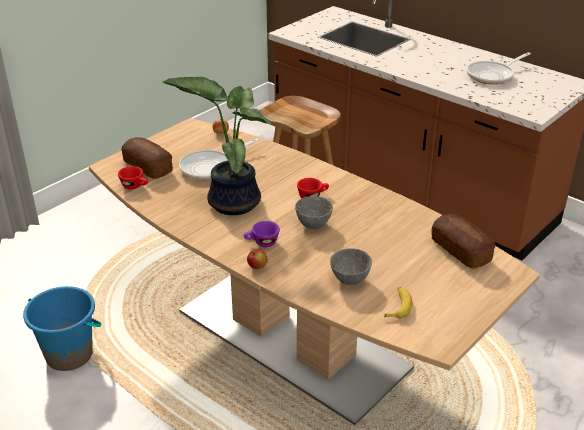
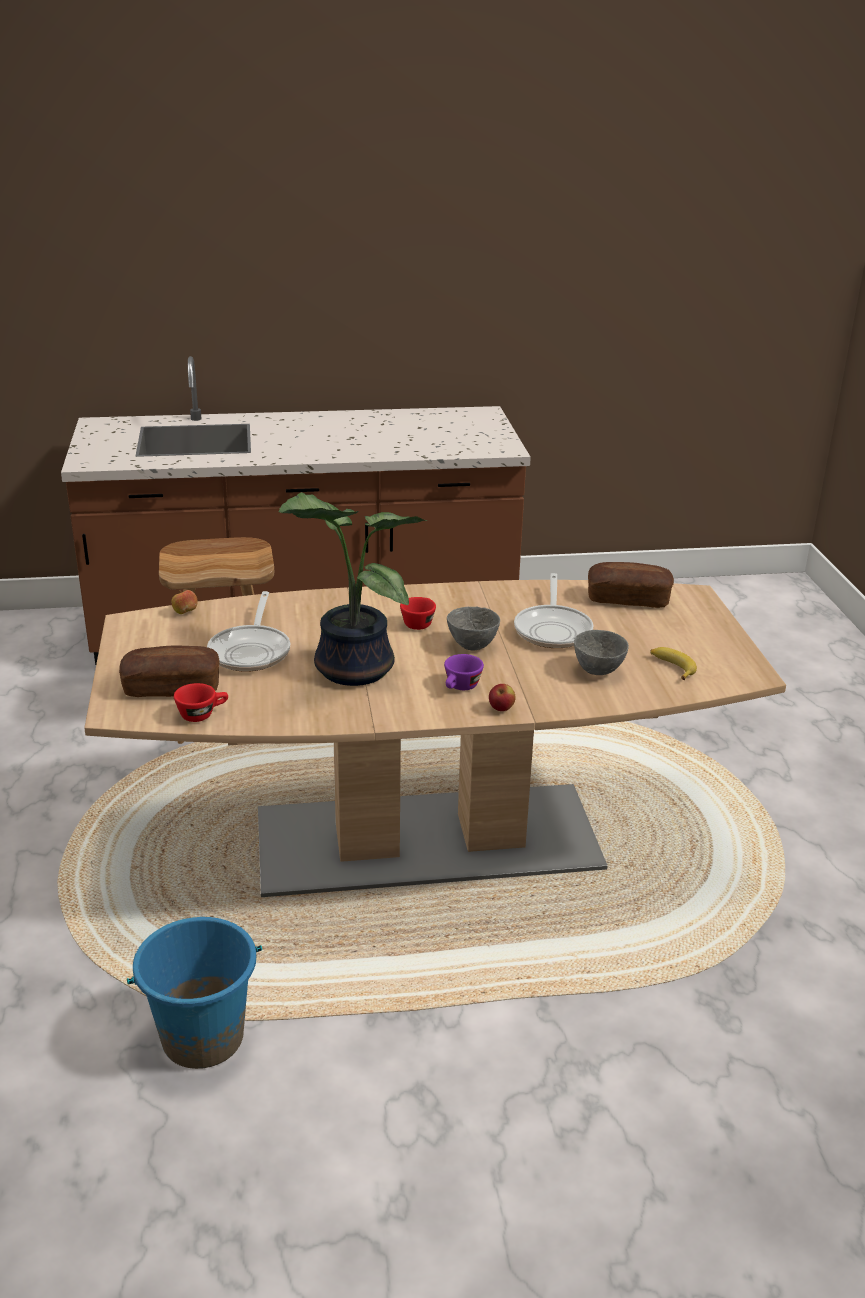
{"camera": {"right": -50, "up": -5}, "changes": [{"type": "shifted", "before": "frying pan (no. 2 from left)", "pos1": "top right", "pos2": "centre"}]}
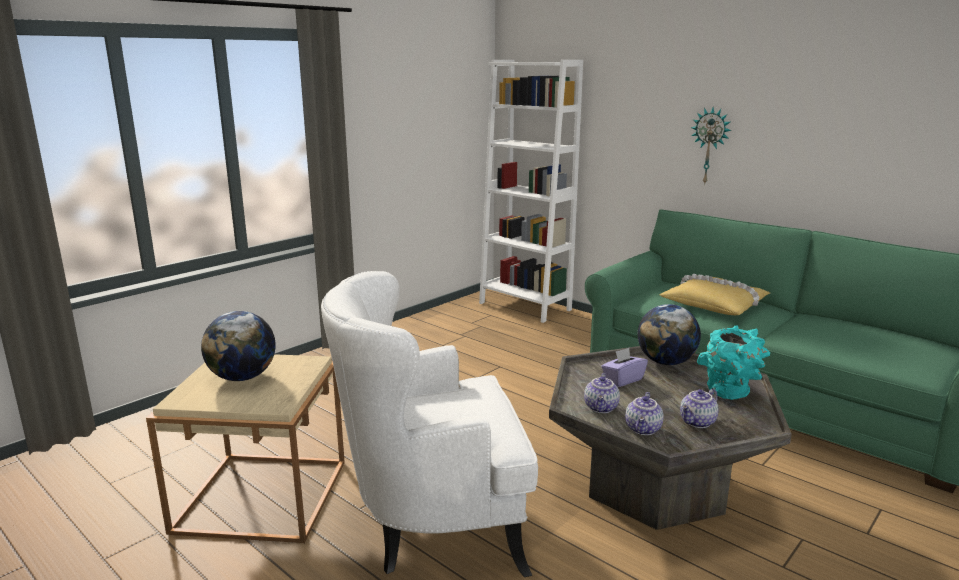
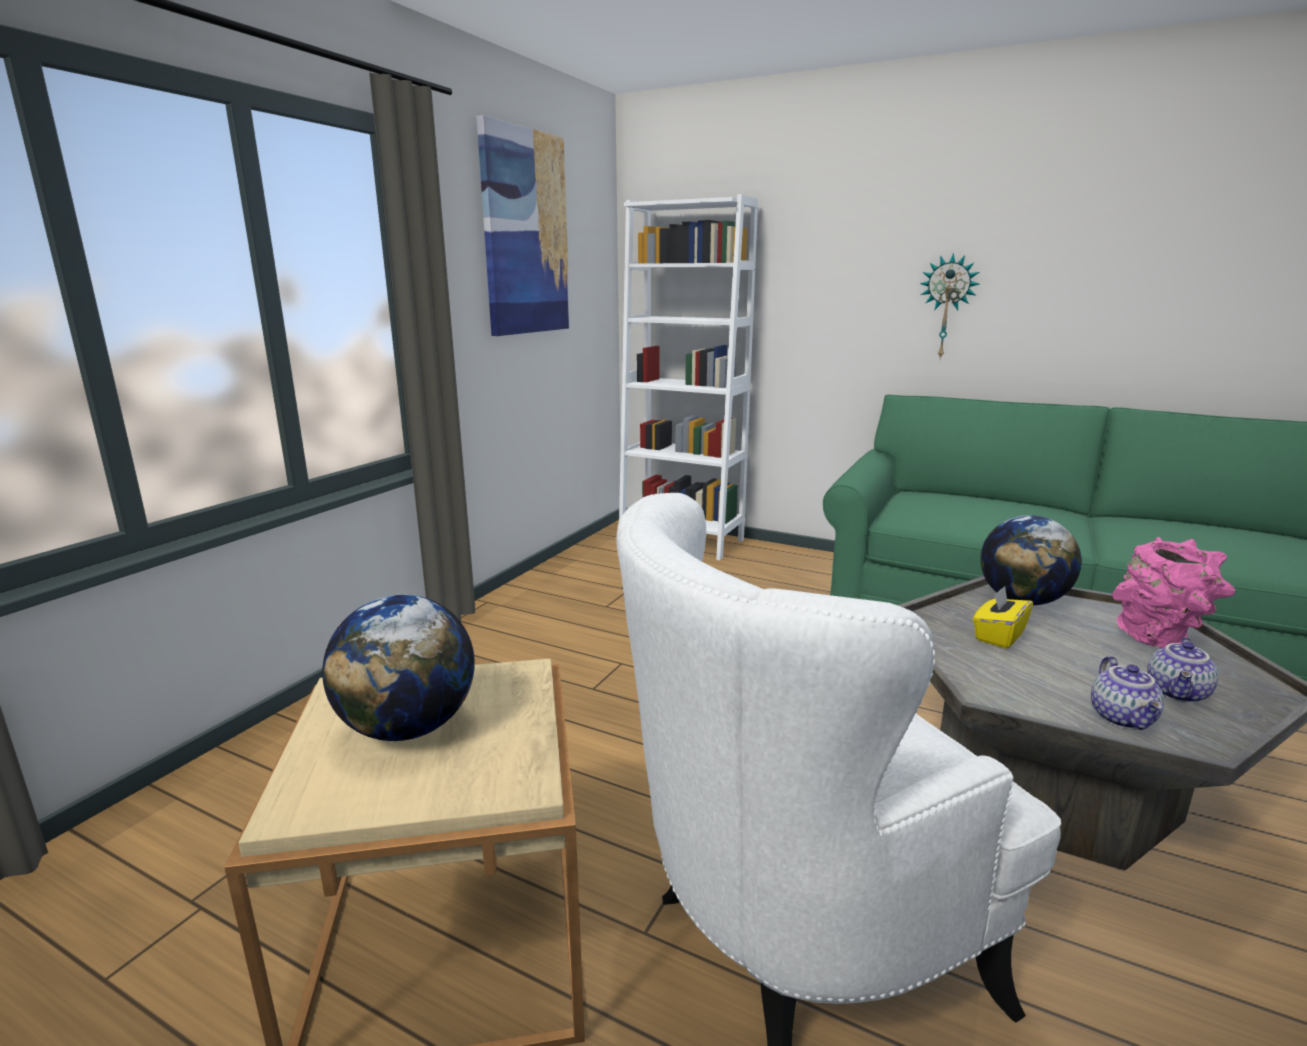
{"camera": {"right": -15, "up": 0}, "changes": [{"type": "new", "after": "wall picture", "pos2": "top centre"}, {"type": "repainted", "before": "purple tissue holder", "after": "yellowish tissue holder", "pos1": "centre", "pos2": "middle right"}, {"type": "repainted", "before": "blue-green decorative vase", "after": "pink decorative vase", "pos1": "middle right", "pos2": "middle right"}, {"type": "gone", "before": "tea pot (no. 1 from left)", "pos1": "bottom centre"}, {"type": "gone", "before": "yellowish pillow", "pos1": "middle right"}]}
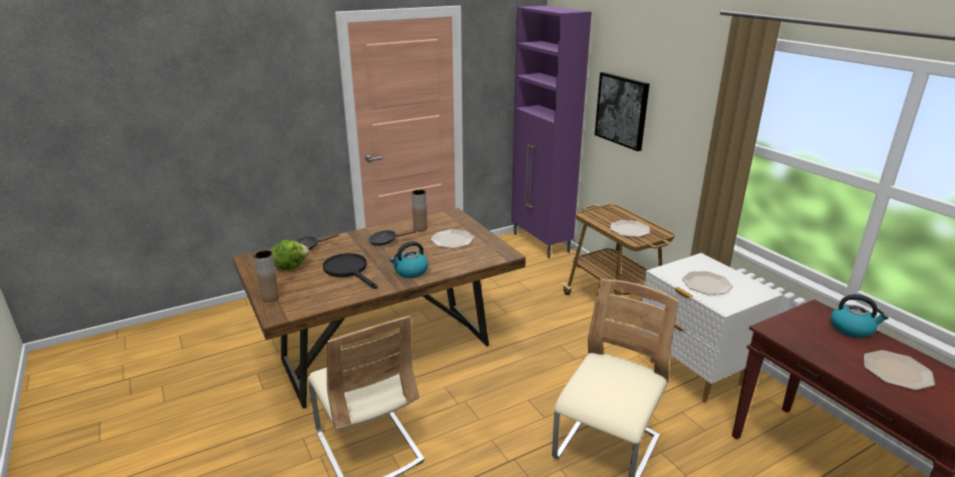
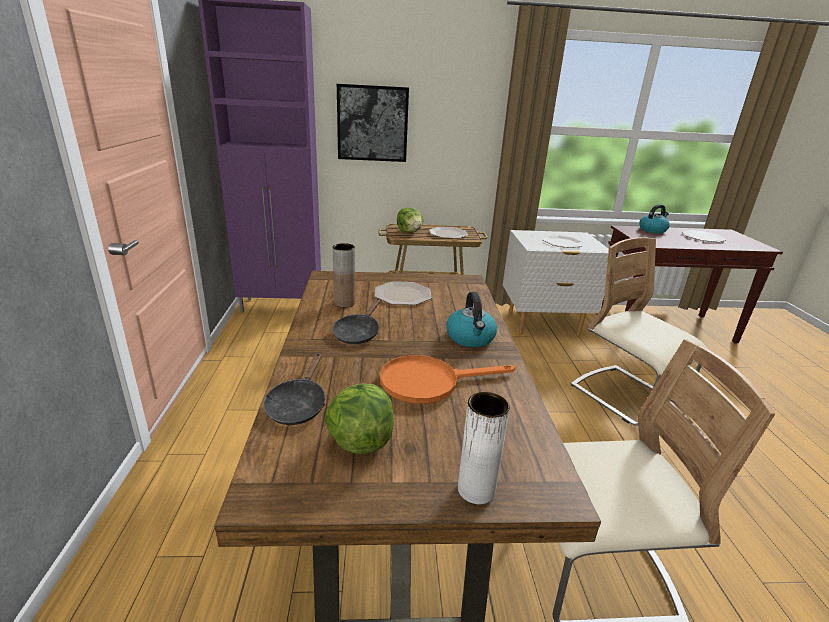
{"camera": {"right": -65, "up": 0}, "changes": [{"type": "repainted", "before": "black-coloured frying pan (no. 2 from left)", "after": "orange frying pan", "pos1": "centre", "pos2": "centre"}, {"type": "new", "after": "head of lettuce (no. 2 from left)", "pos2": "centre"}, {"type": "repainted", "before": "brown decorative vase (no. 1 from left)", "after": "whitish decorative vase", "pos1": "middle left", "pos2": "bottom centre"}]}
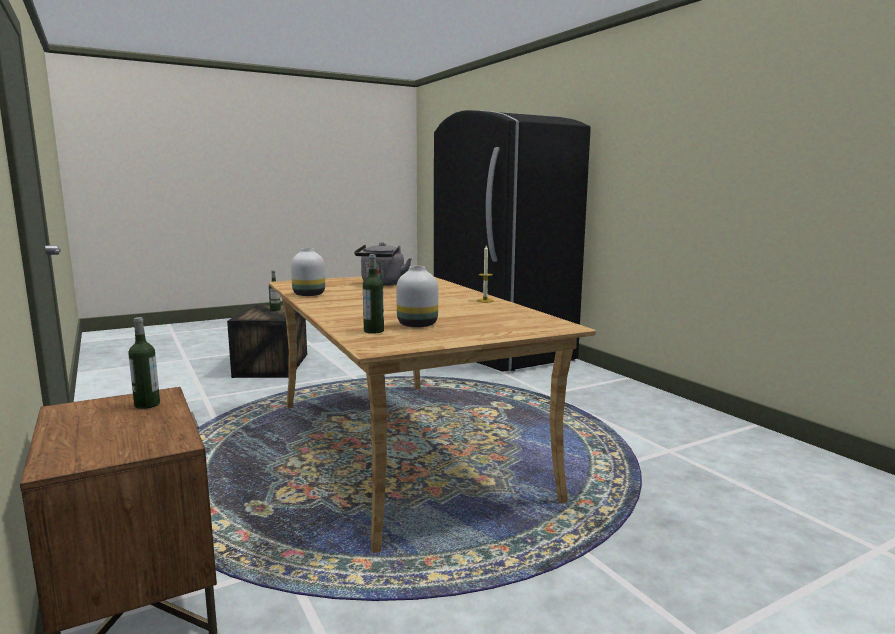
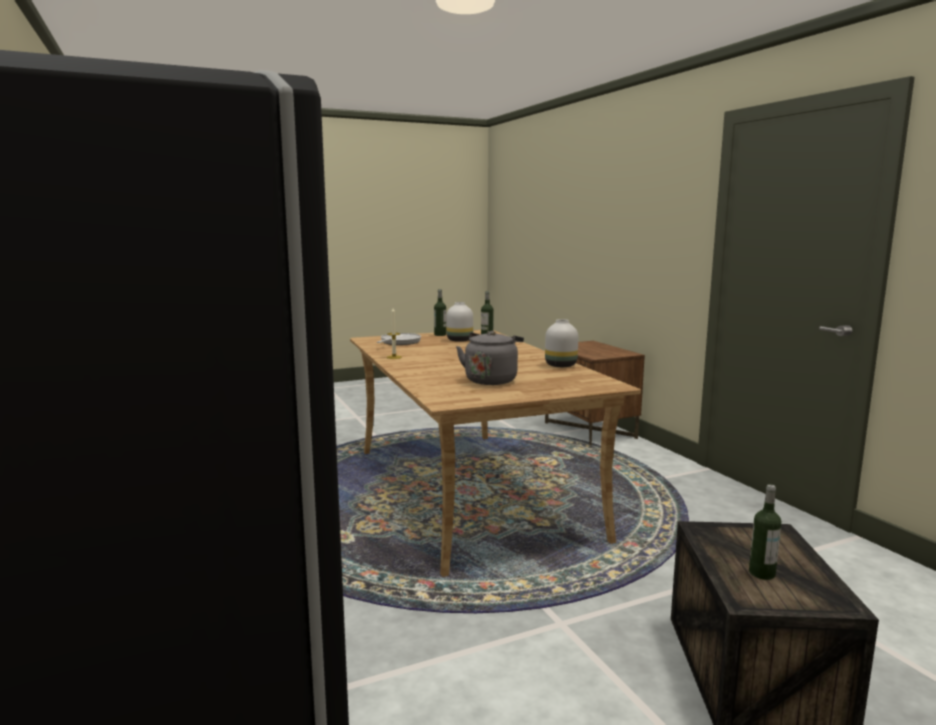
{"camera": {"right": -175, "up": 0}, "changes": [{"type": "new", "after": "frying pan", "pos2": "centre"}, {"type": "shifted", "before": "drink bottle (no. 1 from left)", "pos1": "middle left", "pos2": "centre"}]}
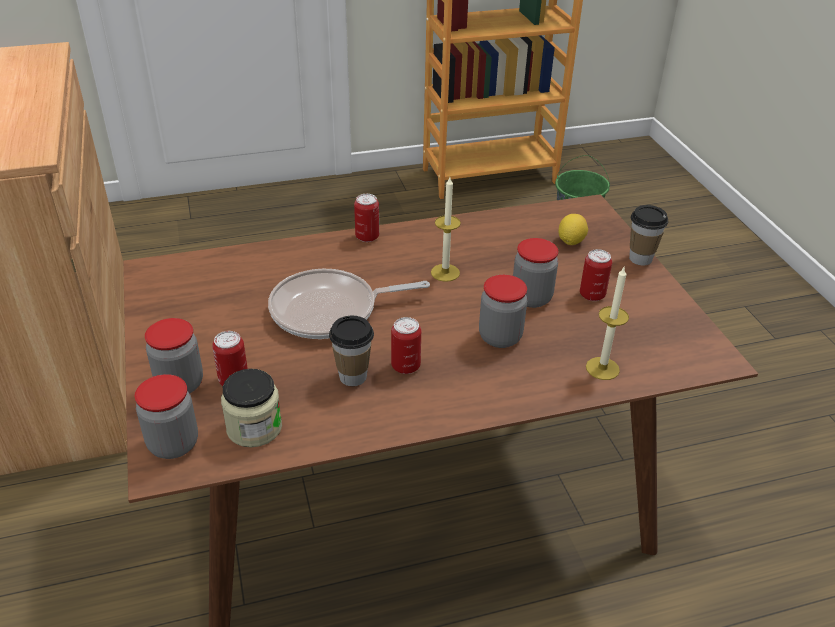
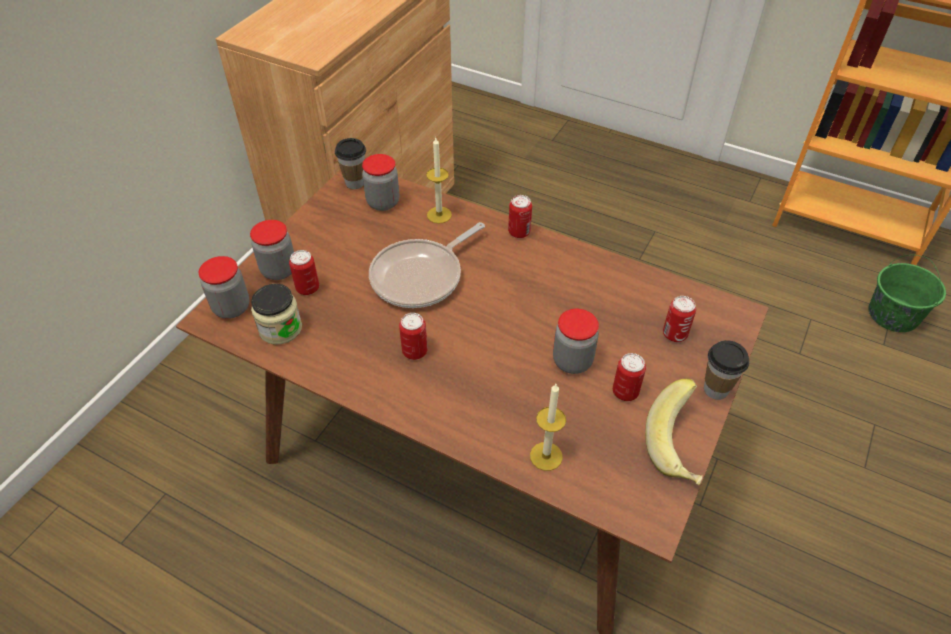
{"camera": {"right": 45, "up": 10}, "changes": [{"type": "shifted", "before": "cup (no. 1 from left)", "pos1": "centre", "pos2": "top centre"}, {"type": "shifted", "before": "storage jar (no. 4 from left)", "pos1": "centre", "pos2": "top centre"}, {"type": "rotated", "before": "frying pan", "pos1": "centre", "pos2": "centre", "turn": -75}, {"type": "shifted", "before": "wax candle (no. 1 from left)", "pos1": "centre", "pos2": "top centre"}, {"type": "new", "after": "whole banana", "pos2": "bottom right"}, {"type": "swapped", "before": "citrus fruit", "after": "metal can (no. 5 from left)", "pos1": "middle right", "pos2": "middle right"}]}
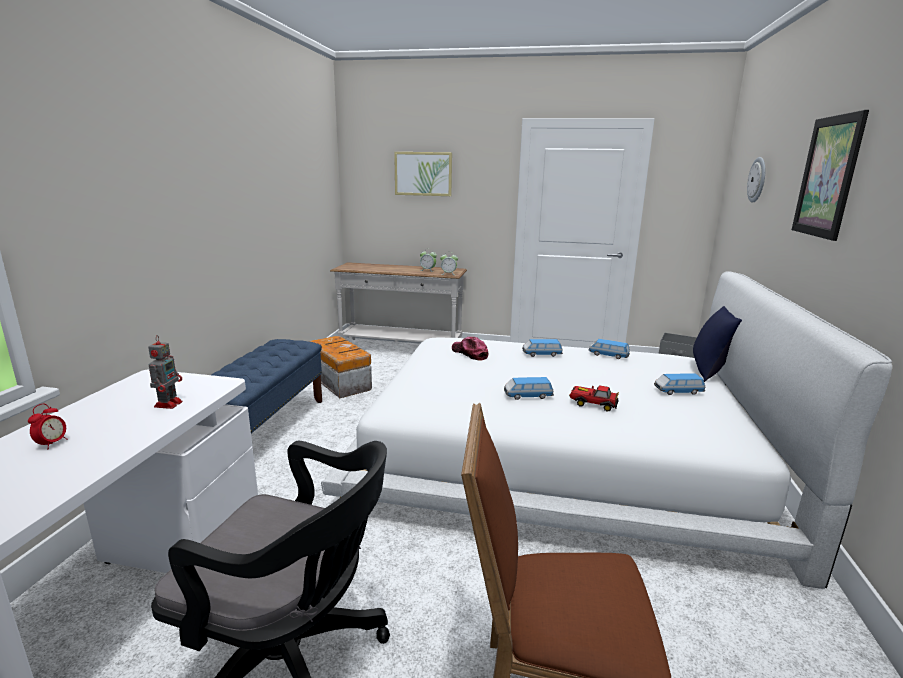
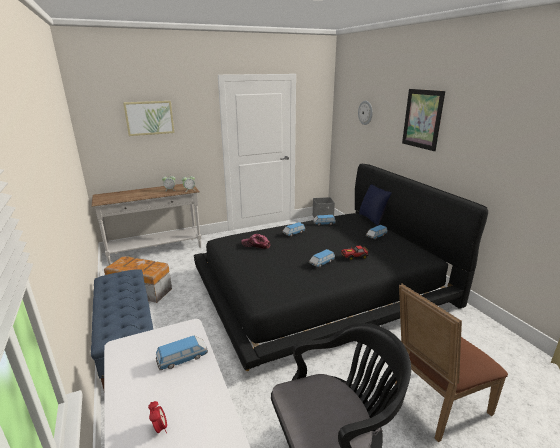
{"camera": {"right": -35, "up": 5}, "changes": [{"type": "swapped", "before": "robot figure", "after": "miniature car (no. 1 from left)", "pos1": "middle left", "pos2": "bottom left"}, {"type": "repainted", "before": "whitish bed", "after": "black-coloured bed", "pos1": "middle right", "pos2": "centre"}]}
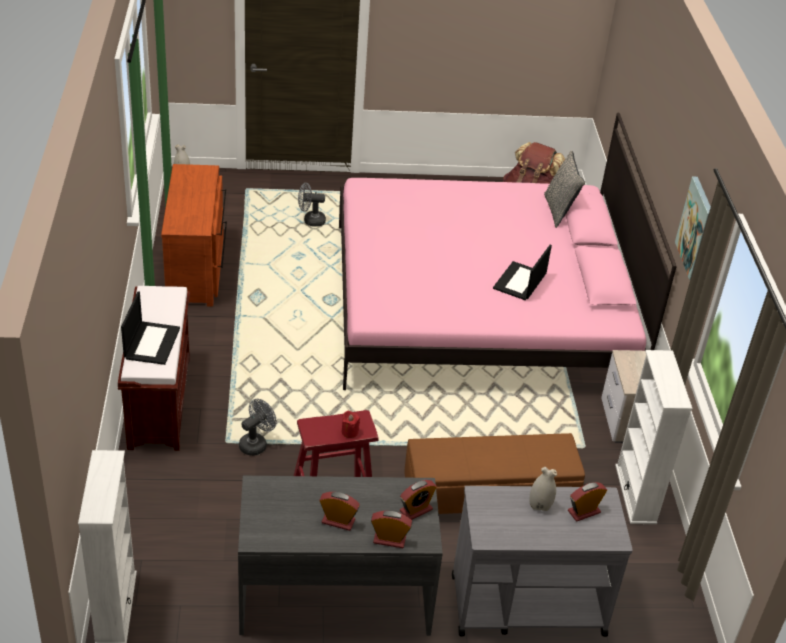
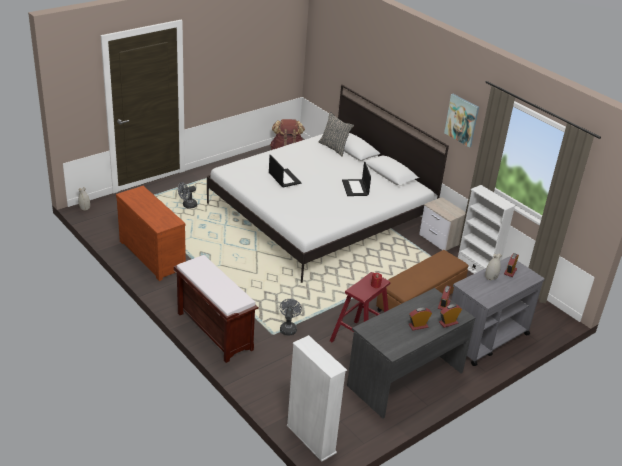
{"camera": {"right": -35, "up": -5}, "changes": [{"type": "repainted", "before": "pink bed", "after": "whitish bed", "pos1": "centre", "pos2": "centre"}, {"type": "shifted", "before": "laptop (no. 1 from left)", "pos1": "middle left", "pos2": "centre"}]}
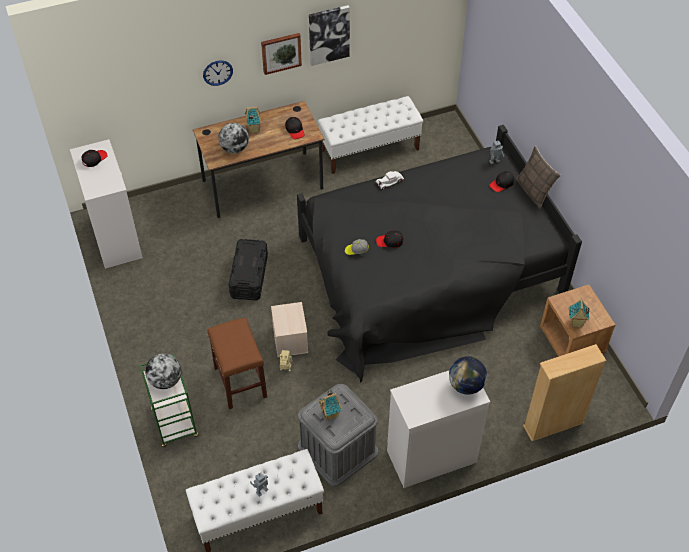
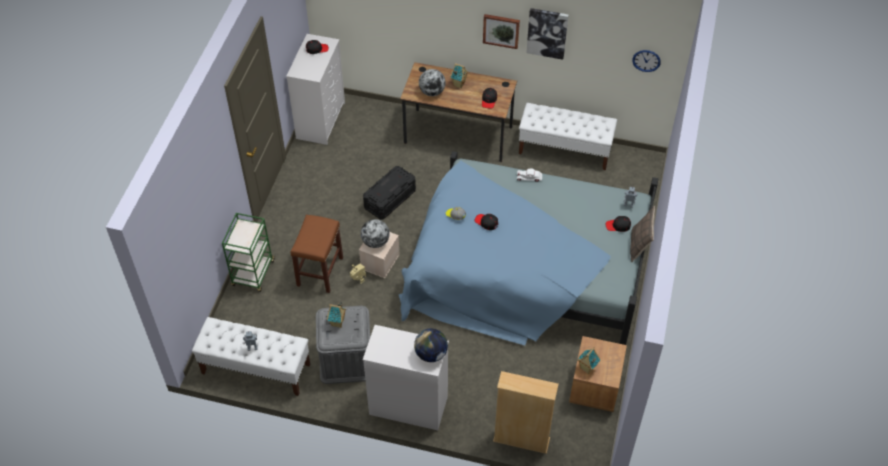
{"camera": {"right": 35, "up": 0}, "changes": [{"type": "shifted", "before": "world globe (no. 1 from left)", "pos1": "bottom left", "pos2": "centre"}, {"type": "repainted", "before": "black-coloured bed", "after": "blue-coloured bed", "pos1": "centre", "pos2": "centre"}, {"type": "shifted", "before": "hanging clock", "pos1": "top left", "pos2": "top right"}]}
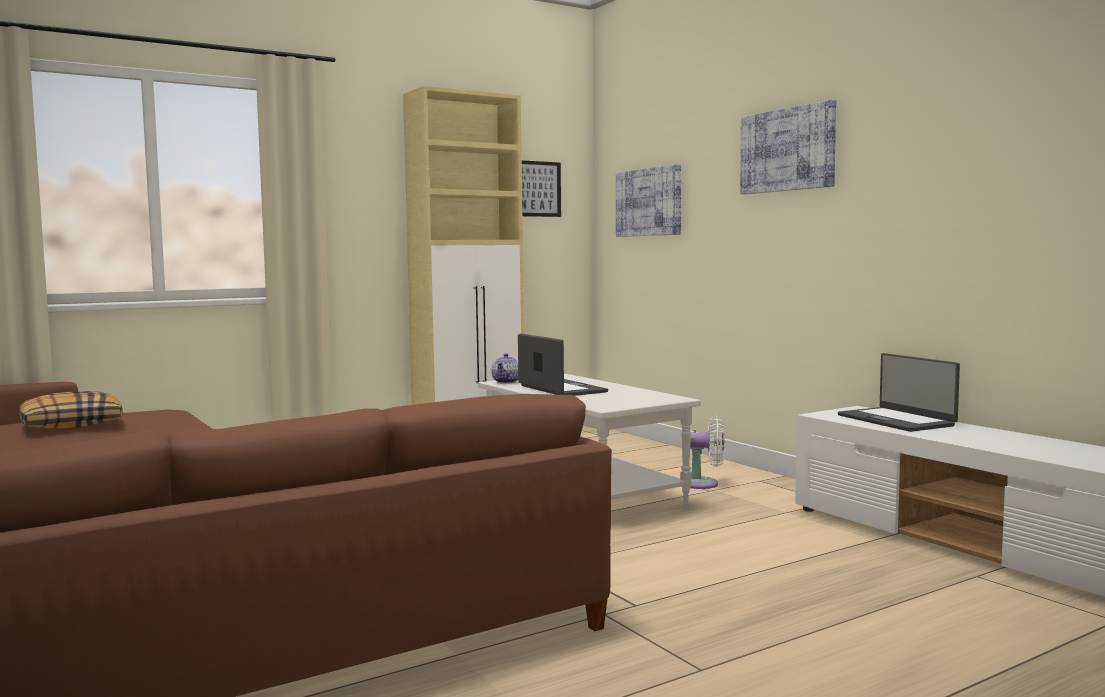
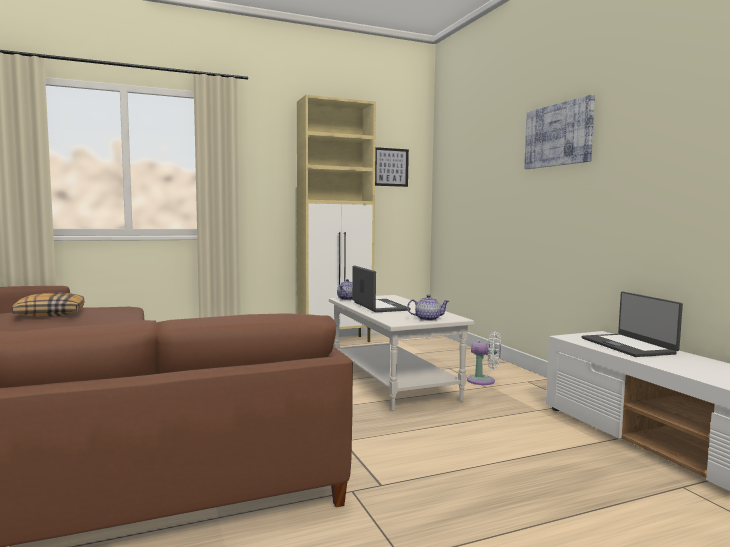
{"camera": {"right": 10, "up": 0}, "changes": [{"type": "new", "after": "tea pot (no. 2 from left)", "pos2": "centre"}, {"type": "gone", "before": "wall picture (no. 2 from left)", "pos1": "top centre"}]}
